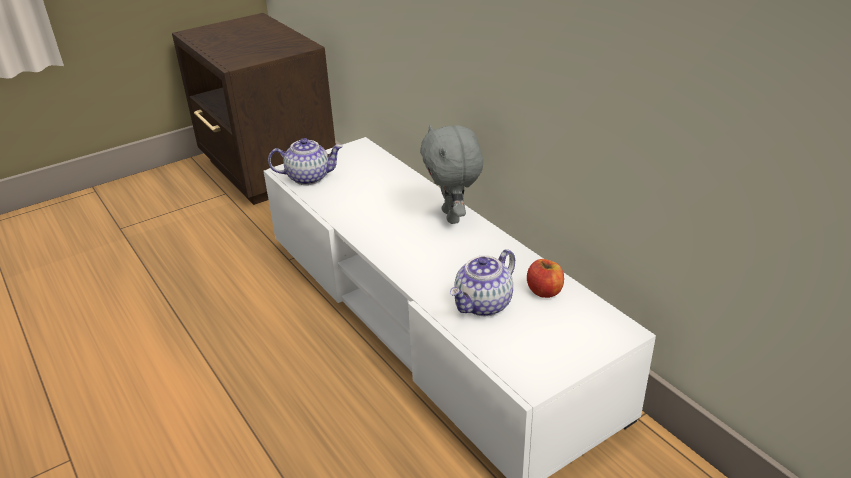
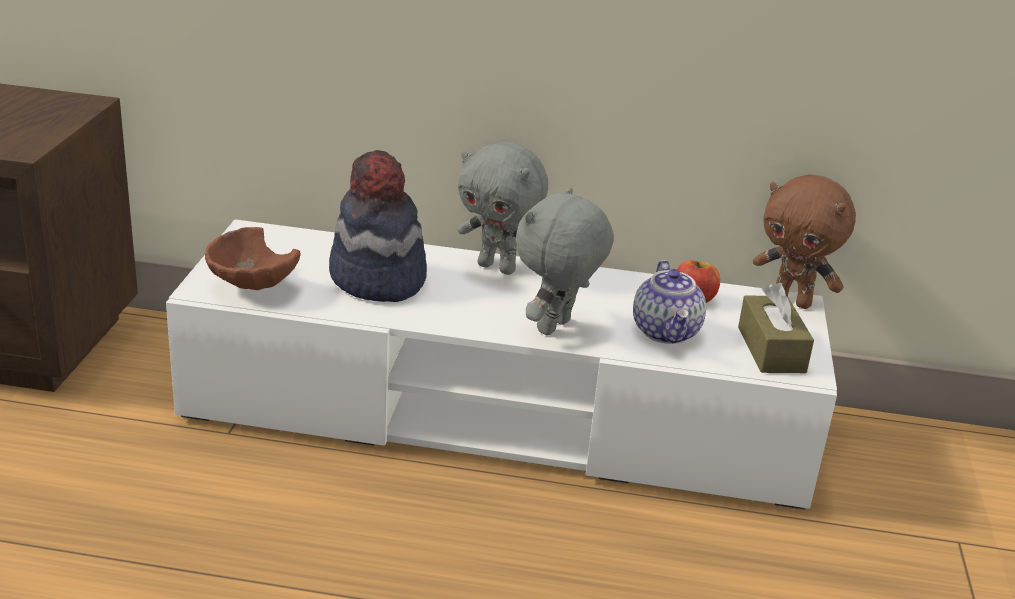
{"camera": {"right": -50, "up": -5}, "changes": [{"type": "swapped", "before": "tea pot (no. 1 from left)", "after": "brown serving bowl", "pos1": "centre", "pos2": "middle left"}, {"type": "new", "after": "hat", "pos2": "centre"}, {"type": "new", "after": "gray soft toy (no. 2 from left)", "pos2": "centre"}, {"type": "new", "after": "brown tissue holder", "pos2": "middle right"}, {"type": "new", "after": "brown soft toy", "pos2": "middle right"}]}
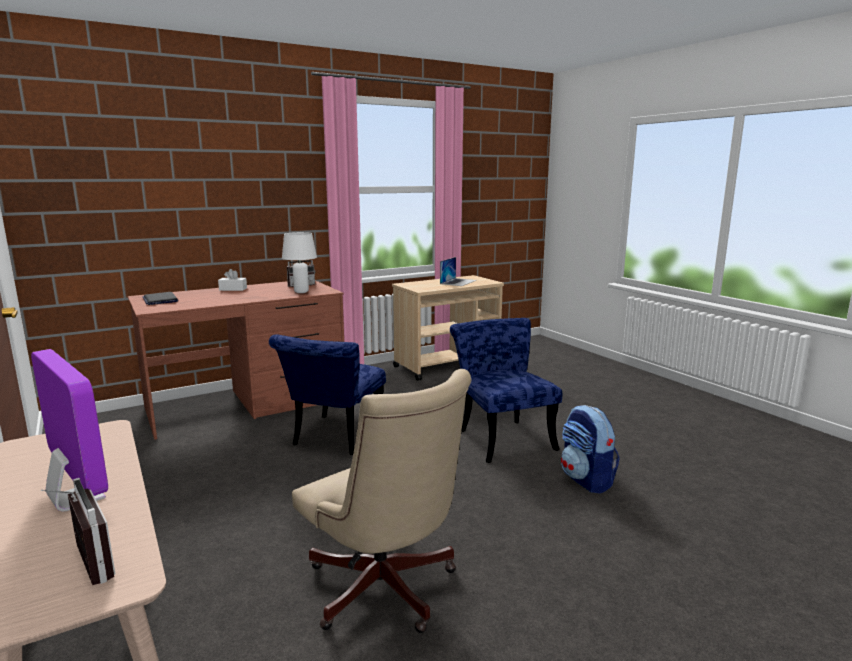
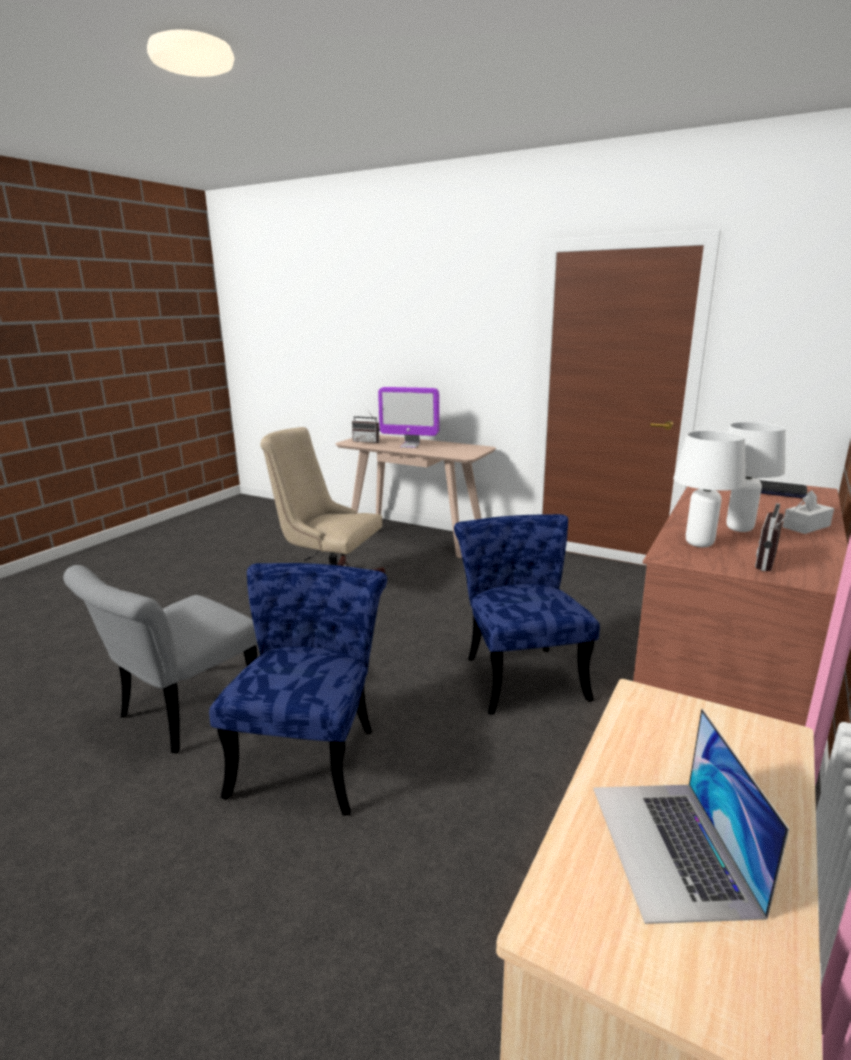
{"camera": {"right": 150, "up": 5}, "changes": [{"type": "swapped", "before": "rucksack", "after": "gray upright chair", "pos1": "bottom right", "pos2": "middle left"}, {"type": "rotated", "before": "blue-coloured upright chair (no. 2 from left in the first image)", "pos1": "centre", "pos2": "centre", "turn": -120}, {"type": "new", "after": "whitish tabletop lamp (no. 2 from left)", "pos2": "middle right"}]}
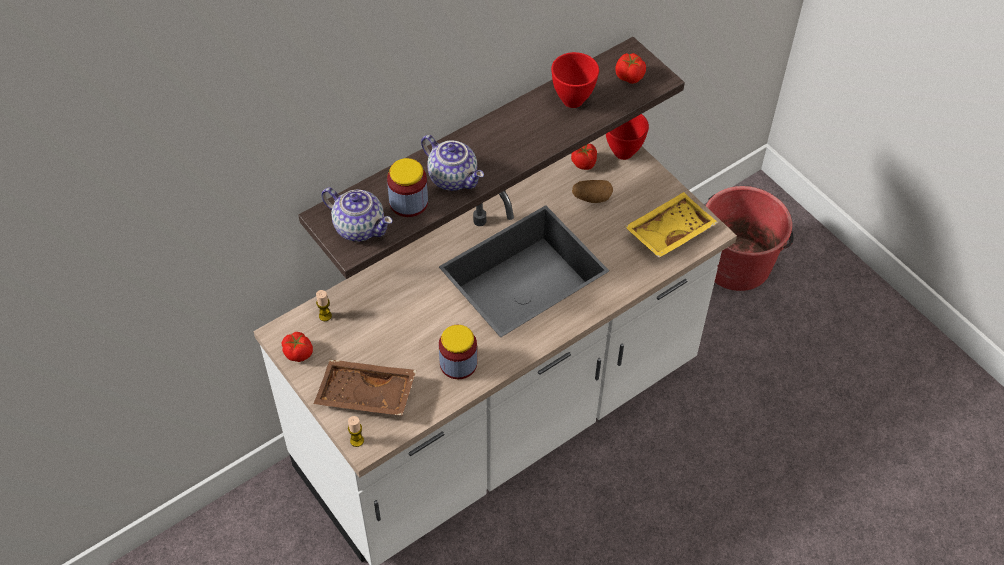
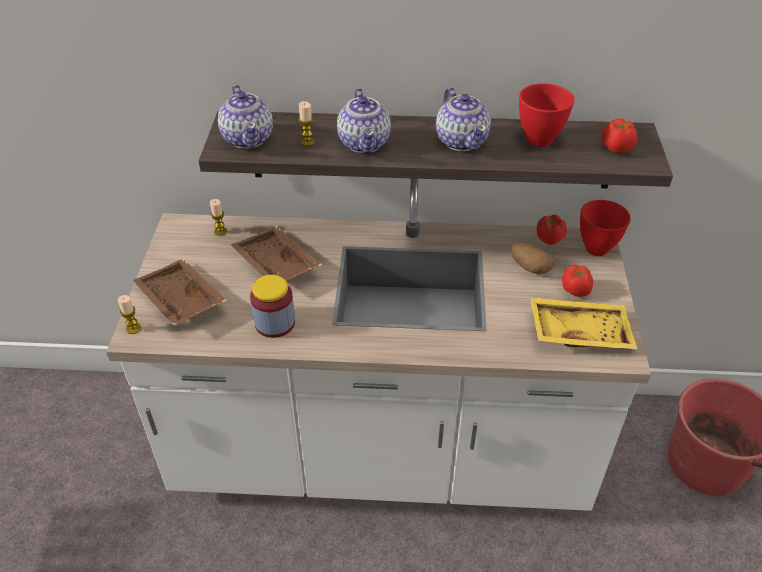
{"camera": {"right": 40, "up": -10}, "changes": [{"type": "new", "after": "brown carrying tray (no. 2 from left)", "pos2": "centre"}, {"type": "swapped", "before": "storage jar (no. 1 from left)", "after": "wax candle (no. 3 from left)", "pos1": "top centre", "pos2": "top centre"}, {"type": "new", "after": "tea pot (no. 3 from left)", "pos2": "top centre"}, {"type": "shifted", "before": "whole tomato (no. 1 from left in the first image)", "after": "whole tomato (no. 2 from left)", "pos1": "middle left", "pos2": "middle right"}]}
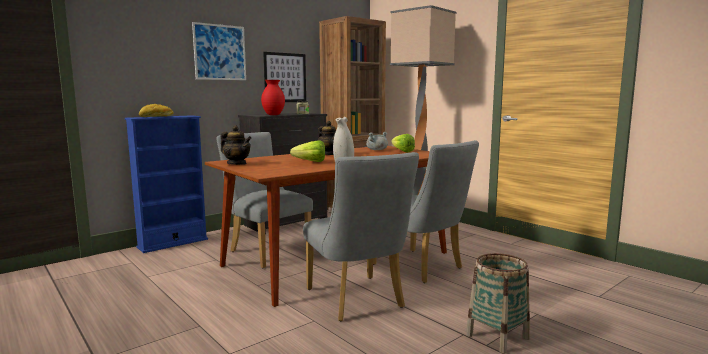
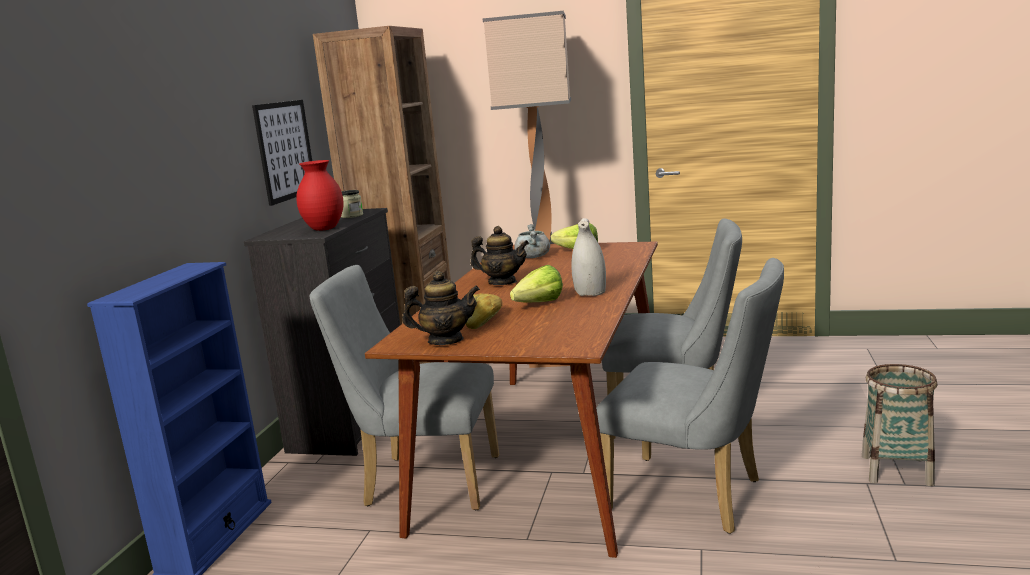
{"camera": {"right": -35, "up": 5}, "changes": [{"type": "shifted", "before": "baked bread", "pos1": "top left", "pos2": "centre"}, {"type": "gone", "before": "wall picture (no. 1 from left)", "pos1": "top left"}]}
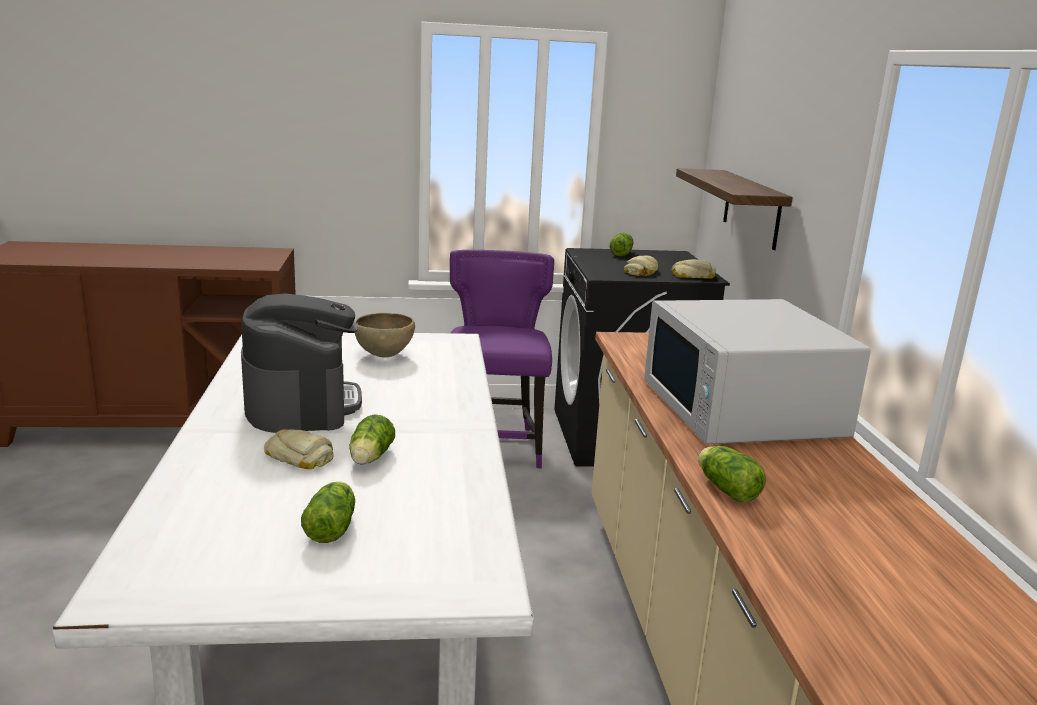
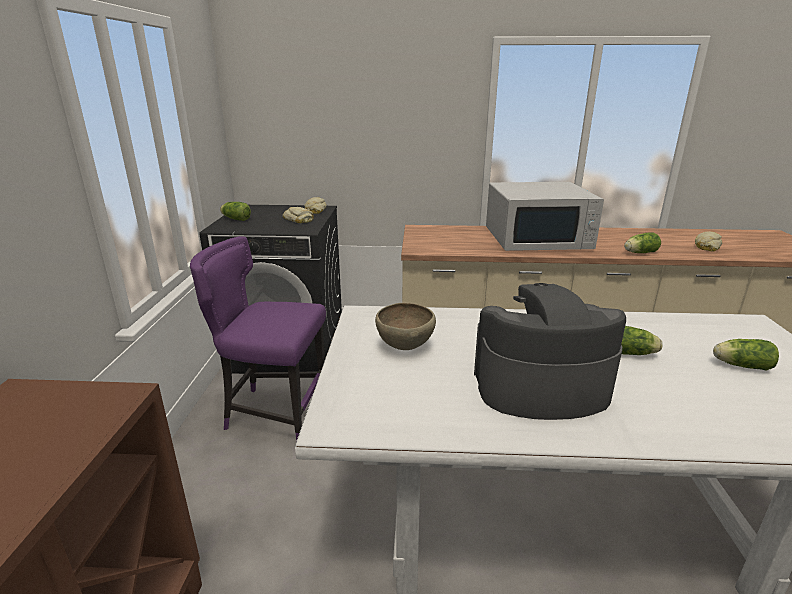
{"camera": {"right": -80, "up": 5}, "changes": [{"type": "shifted", "before": "baked bread (no. 1 from left in the first image)", "after": "baked bread (no. 3 from left)", "pos1": "middle left", "pos2": "middle right"}, {"type": "gone", "before": "shelf", "pos1": "top right"}]}
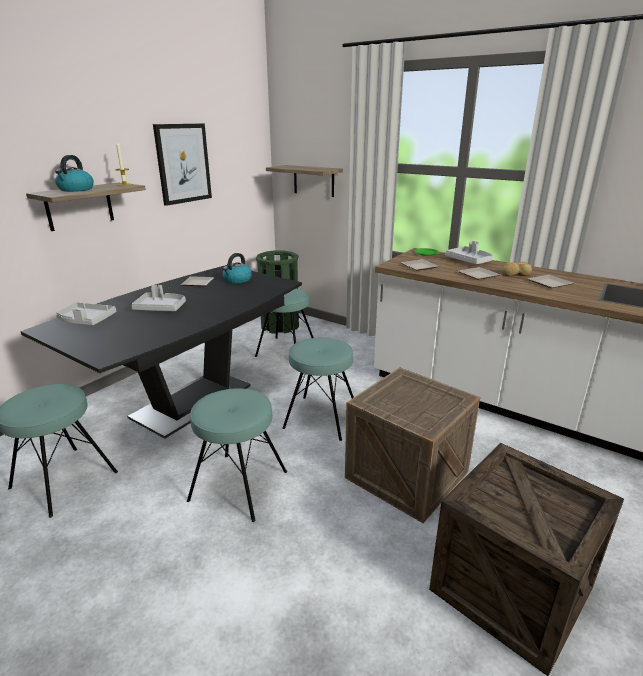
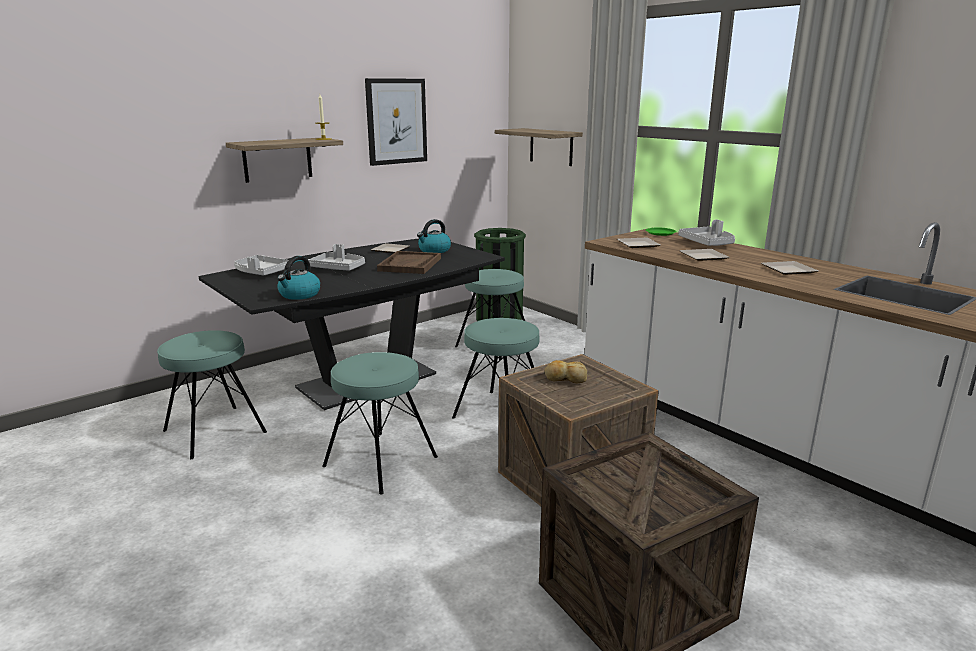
{"camera": {"right": 15, "up": -5}, "changes": [{"type": "shifted", "before": "tea kettle (no. 1 from left)", "pos1": "top left", "pos2": "middle left"}, {"type": "new", "after": "brown carrying tray", "pos2": "centre"}, {"type": "shifted", "before": "baked bread", "pos1": "middle right", "pos2": "centre"}]}
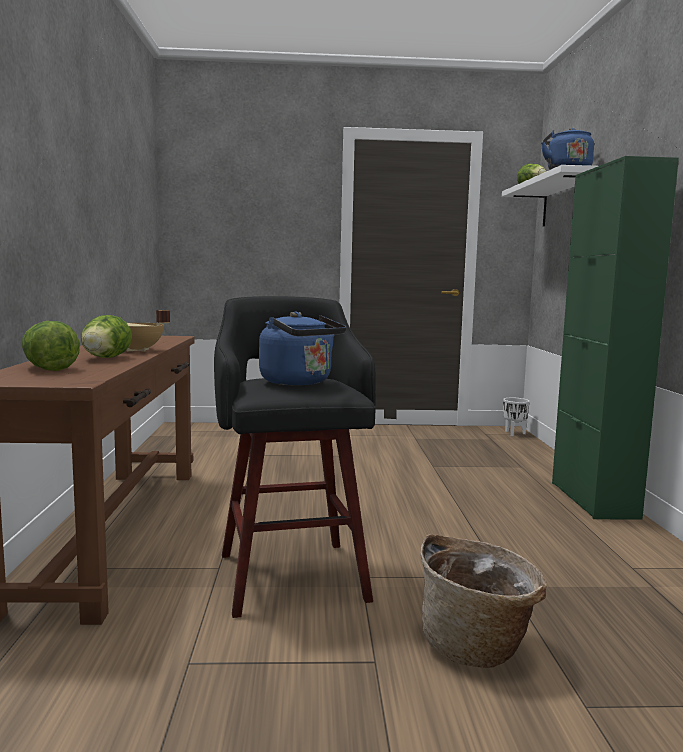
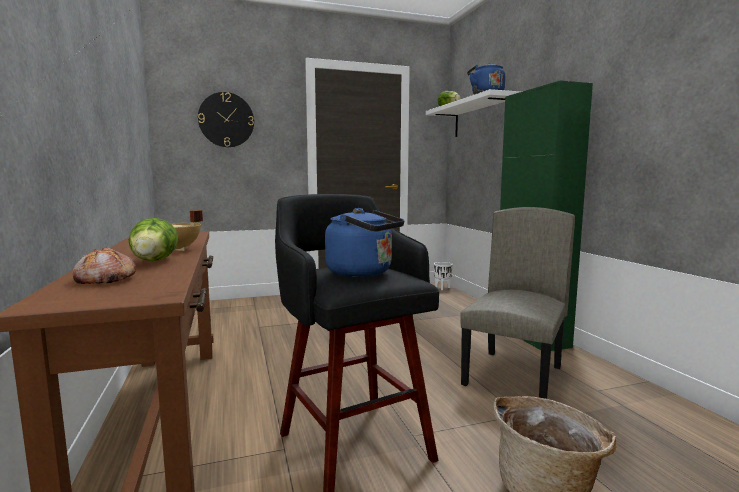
{"camera": {"right": -15, "up": 0}, "changes": [{"type": "swapped", "before": "head of lettuce (no. 1 from left)", "after": "baked bread", "pos1": "middle left", "pos2": "middle left"}, {"type": "new", "after": "hanging clock", "pos2": "top left"}, {"type": "new", "after": "beige upright chair", "pos2": "middle right"}]}
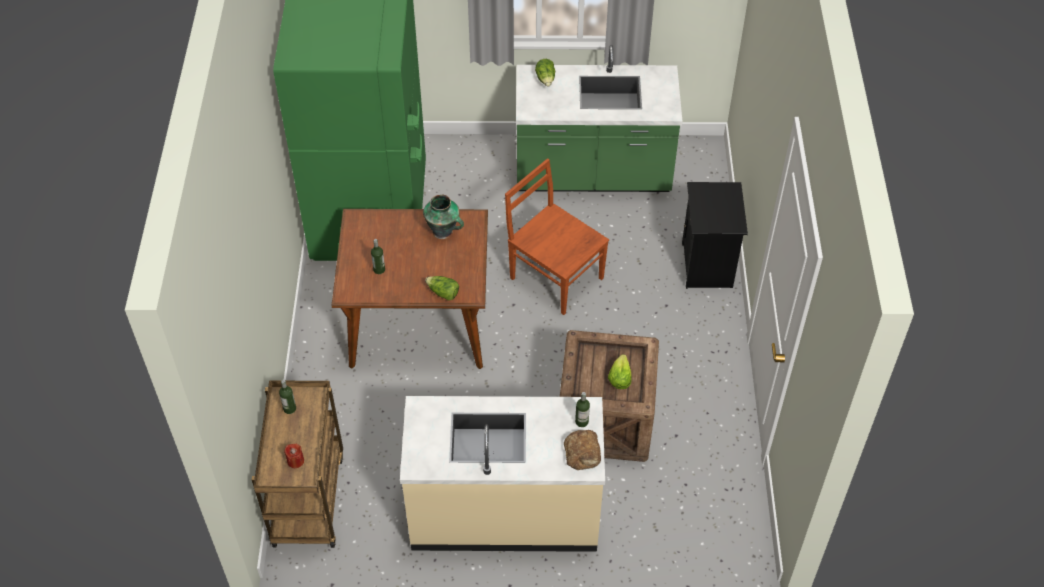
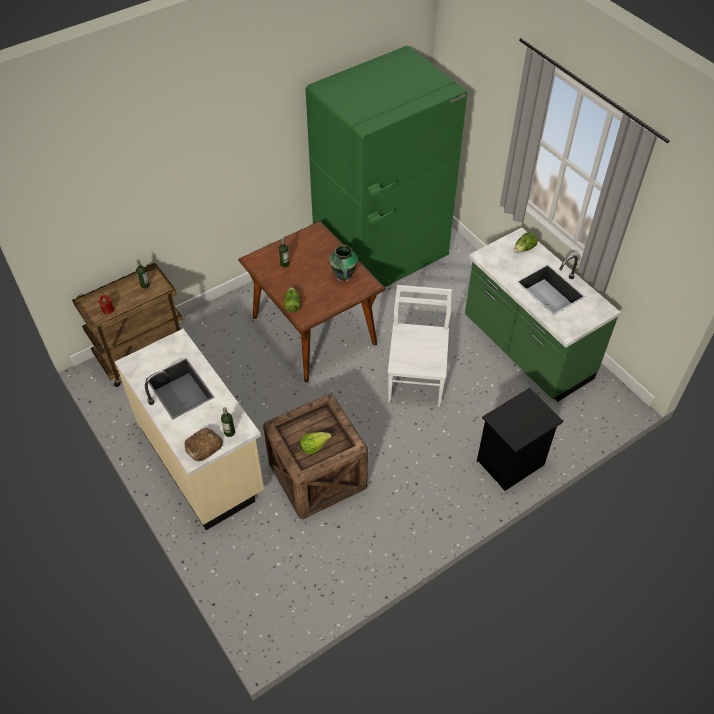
{"camera": {"right": 55, "up": 0}, "changes": [{"type": "repainted", "before": "brown upright chair", "after": "whitish upright chair", "pos1": "centre", "pos2": "centre"}]}
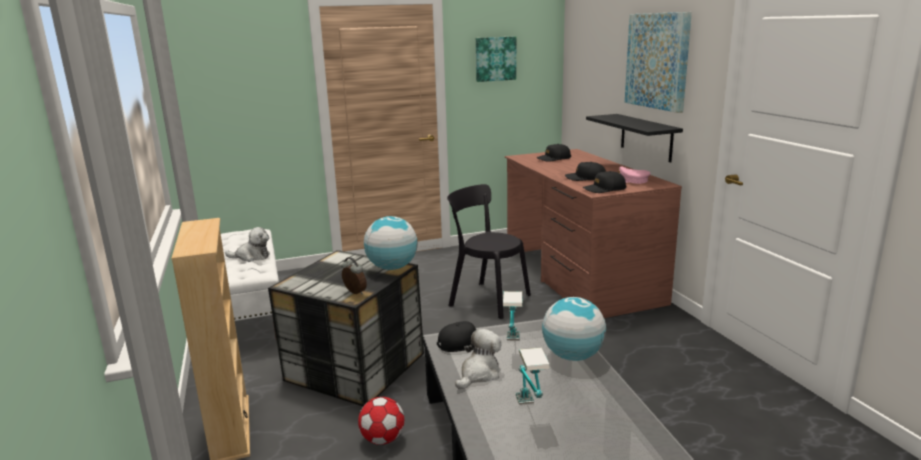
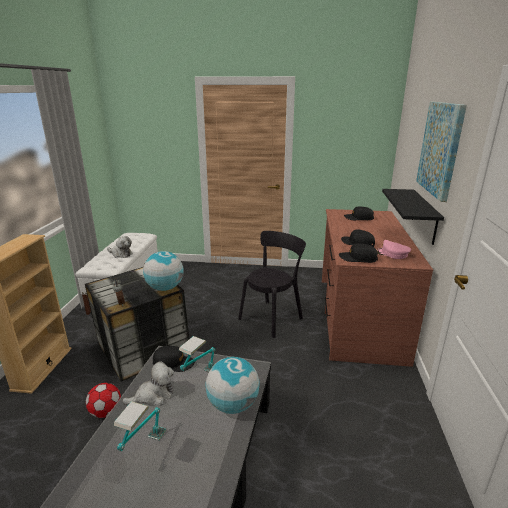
{"camera": {"right": 25, "up": 5}, "changes": [{"type": "rotated", "before": "black-coloured upright chair", "pos1": "centre", "pos2": "centre", "turn": 75}, {"type": "gone", "before": "wall picture (no. 1 from left)", "pos1": "top centre"}]}
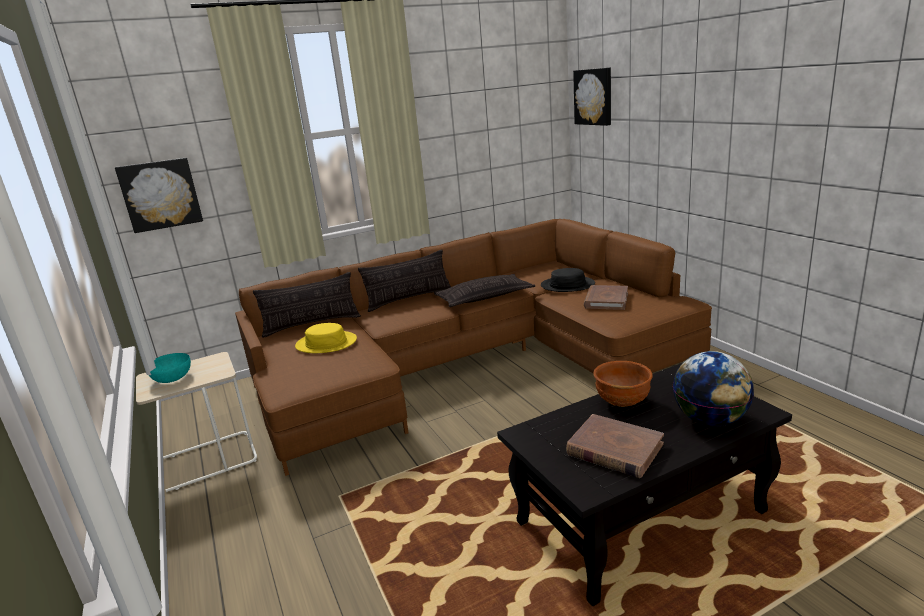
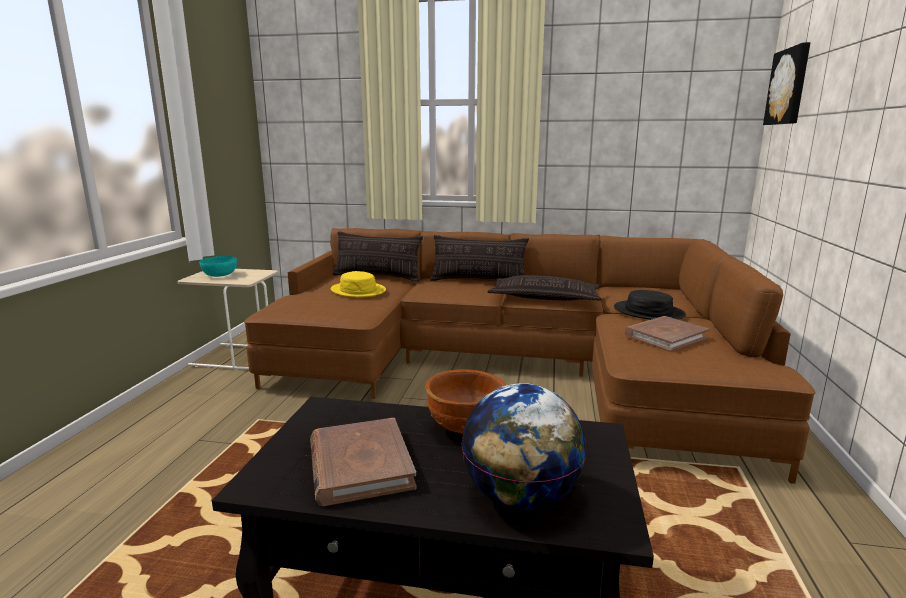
{"camera": {"right": 35, "up": -5}, "changes": [{"type": "gone", "before": "wall picture (no. 1 from left)", "pos1": "top left"}]}
